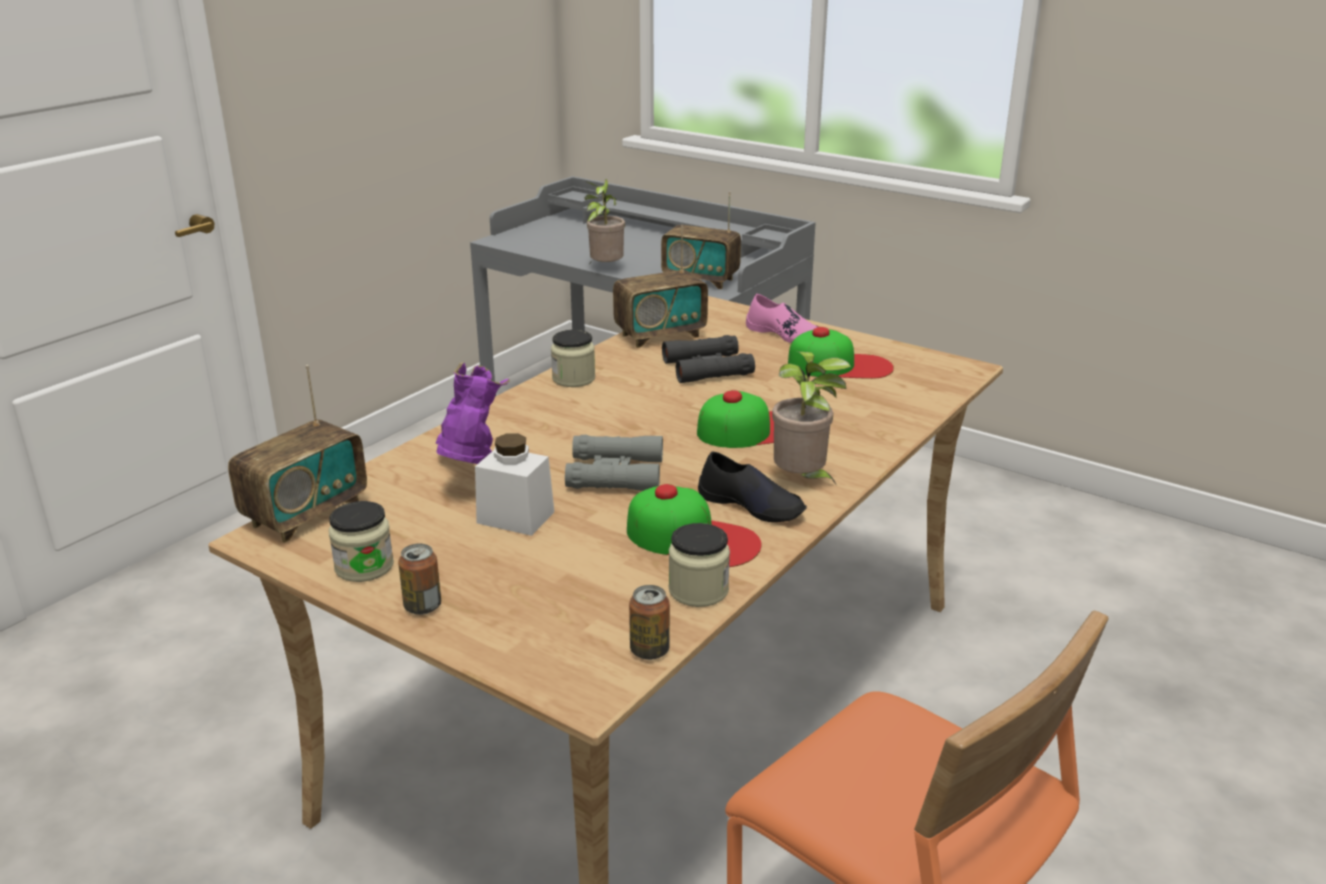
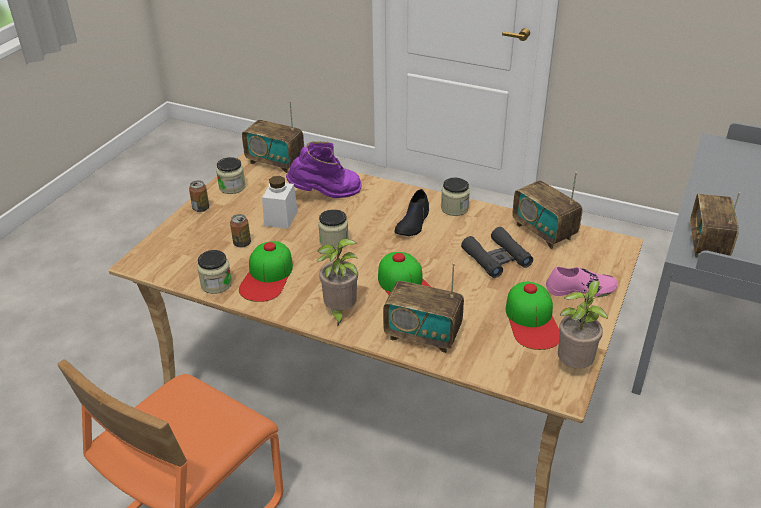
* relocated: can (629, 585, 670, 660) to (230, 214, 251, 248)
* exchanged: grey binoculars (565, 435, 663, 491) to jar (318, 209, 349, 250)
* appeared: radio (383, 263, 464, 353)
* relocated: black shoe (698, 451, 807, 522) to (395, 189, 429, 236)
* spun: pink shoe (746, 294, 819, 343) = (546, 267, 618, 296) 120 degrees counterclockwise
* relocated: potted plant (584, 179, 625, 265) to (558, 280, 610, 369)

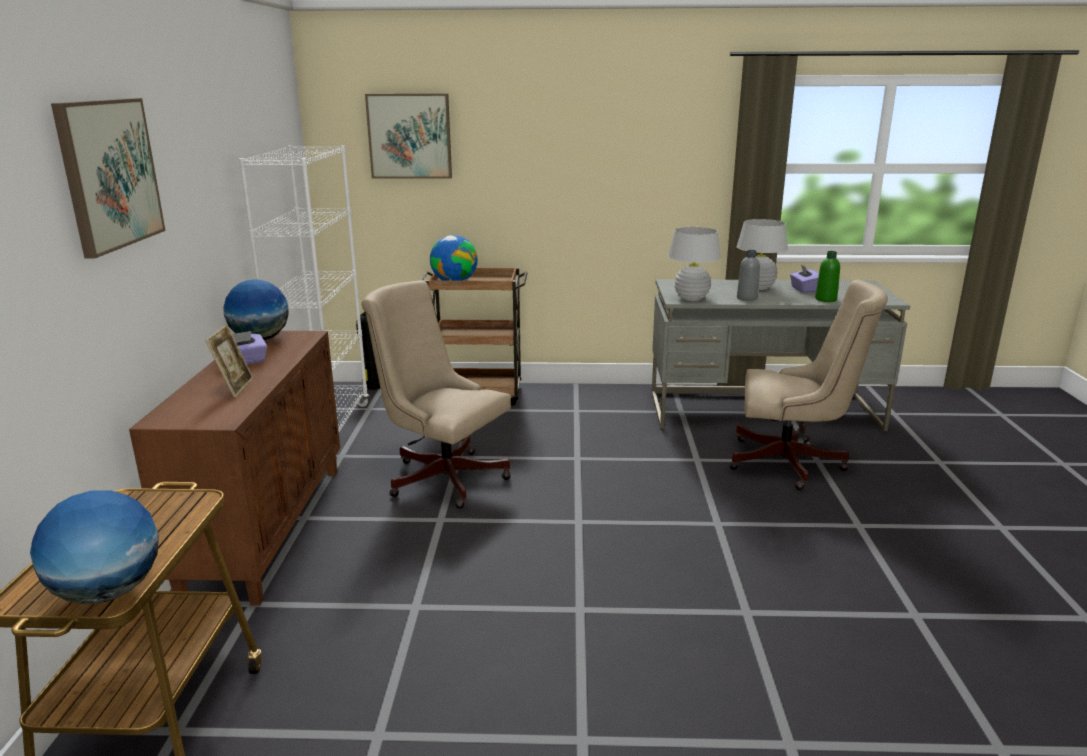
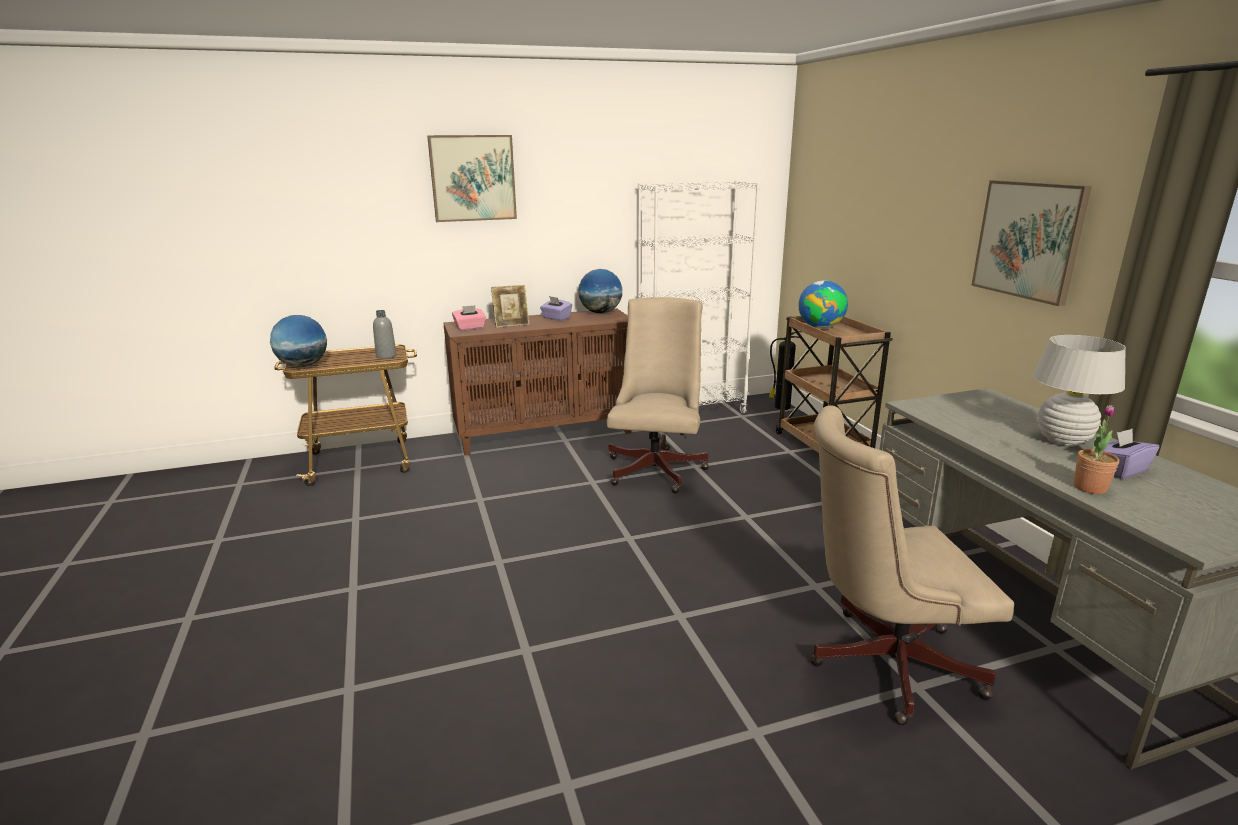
* relocated: grey bottle (737, 250, 760, 301) to (373, 310, 397, 359)
* appeared: pink tissue box (452, 305, 486, 331)
* spun: beige office chair (729, 280, 888, 490) = (810, 405, 1014, 725) 90 degrees clockwise
* relocated: picture (365, 94, 452, 178) to (971, 180, 1092, 306)
* exchanged: green bottle (815, 251, 840, 302) to potted plant (1074, 405, 1119, 494)
* missing: white table lamp (668, 227, 721, 301)

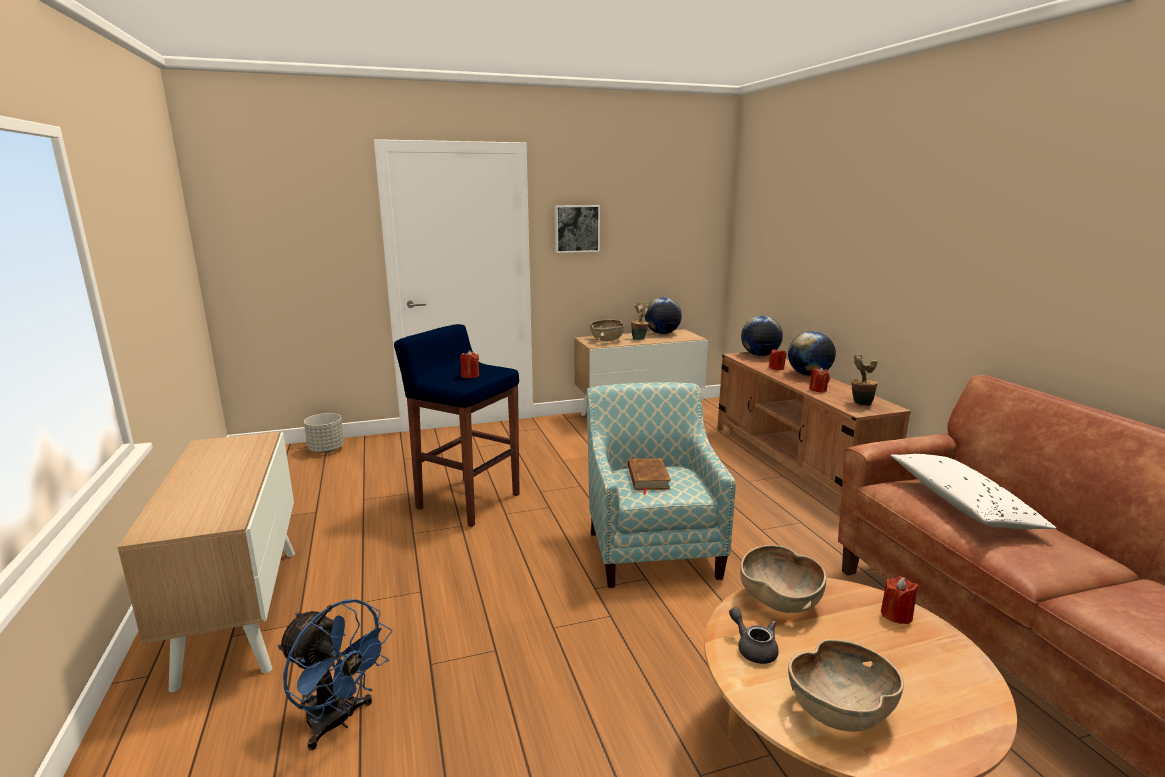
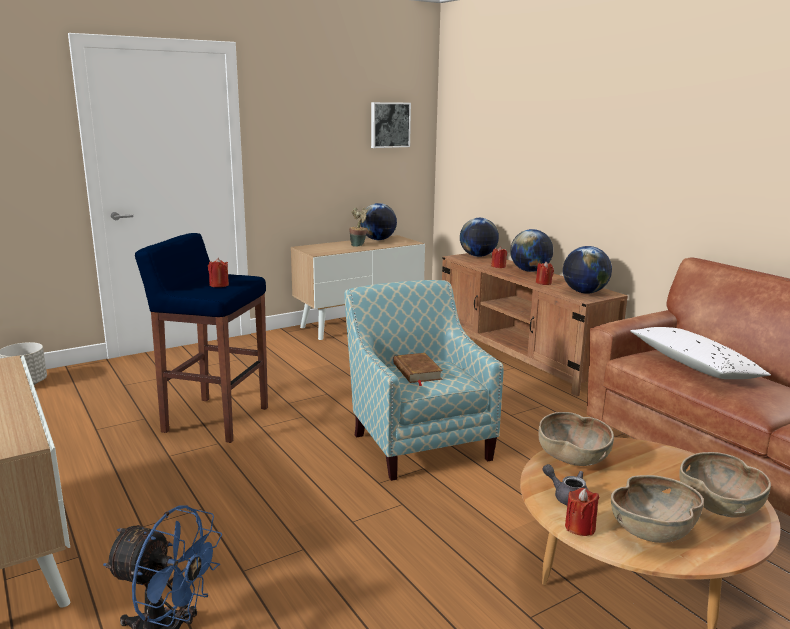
* relocated: picture (555, 205, 600, 253) to (371, 102, 411, 148)
* exchanged: potted plant (851, 354, 878, 406) to globe (563, 246, 612, 294)
* relocated: red candle (881, 577, 919, 624) to (565, 488, 600, 536)
* relocated: brown bowl (590, 320, 625, 342) to (679, 452, 771, 518)

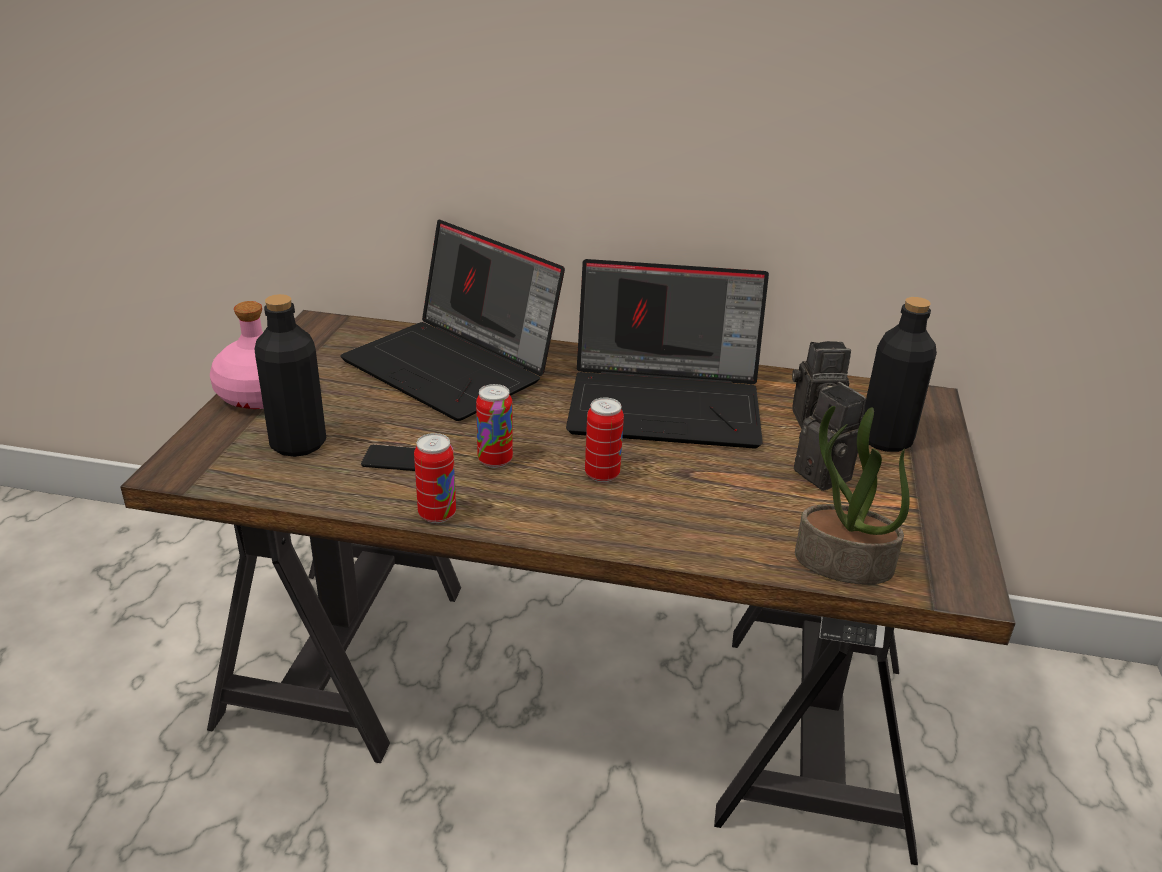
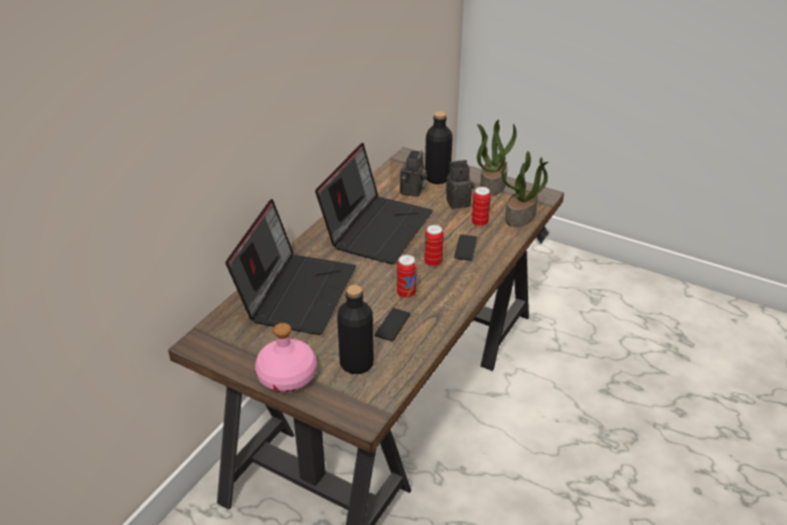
* spun: laptop (340, 220, 565, 421) = (225, 199, 356, 335) 45 degrees counterclockwise
* appeared: phone (454, 234, 478, 261)
* relocated: can (414, 433, 456, 523) to (472, 187, 491, 227)
* appeared: potted plant (477, 120, 517, 196)

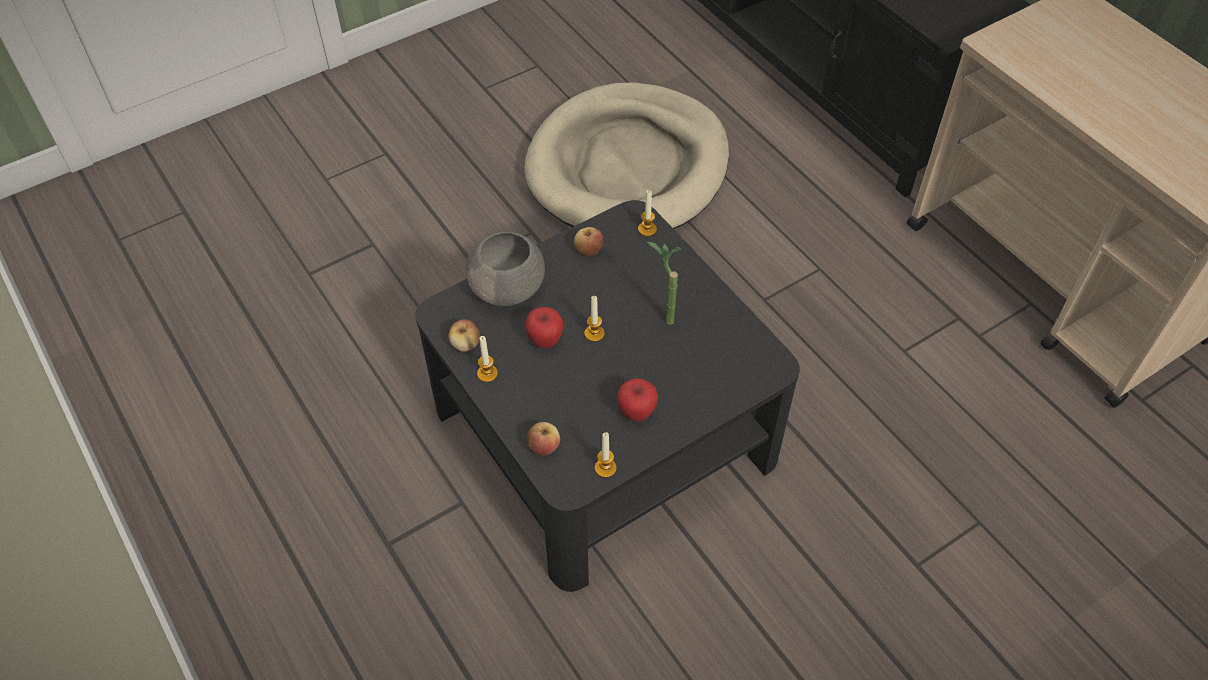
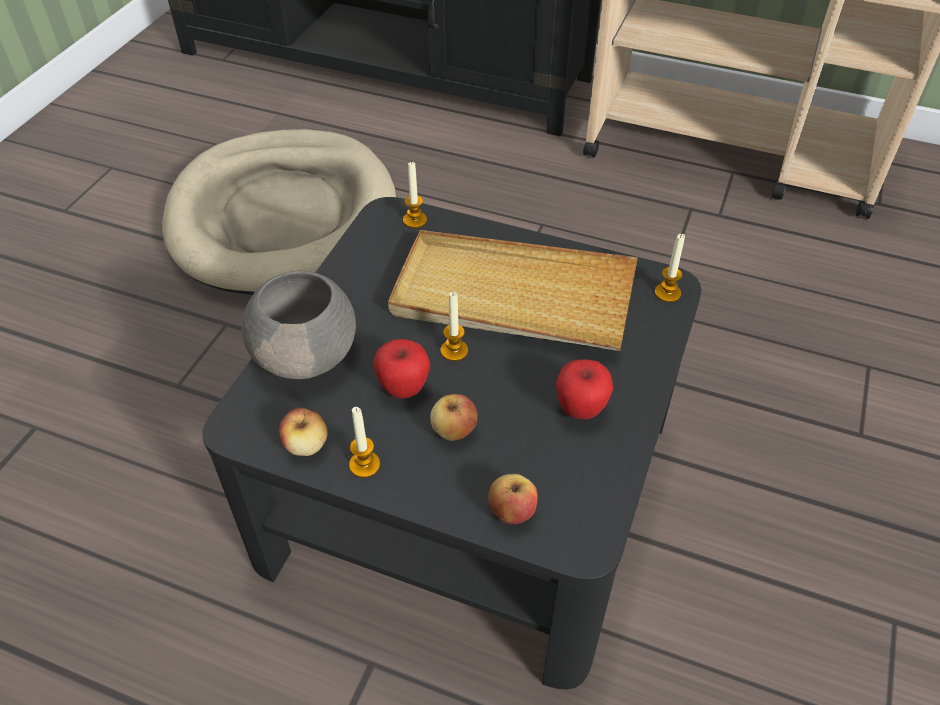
* exchanged: potted plant (647, 242, 681, 325) to beige tray (388, 230, 638, 351)
* relocated: apple (574, 227, 604, 256) to (430, 394, 477, 441)
* relocated: candle (595, 432, 617, 478) to (655, 234, 685, 302)

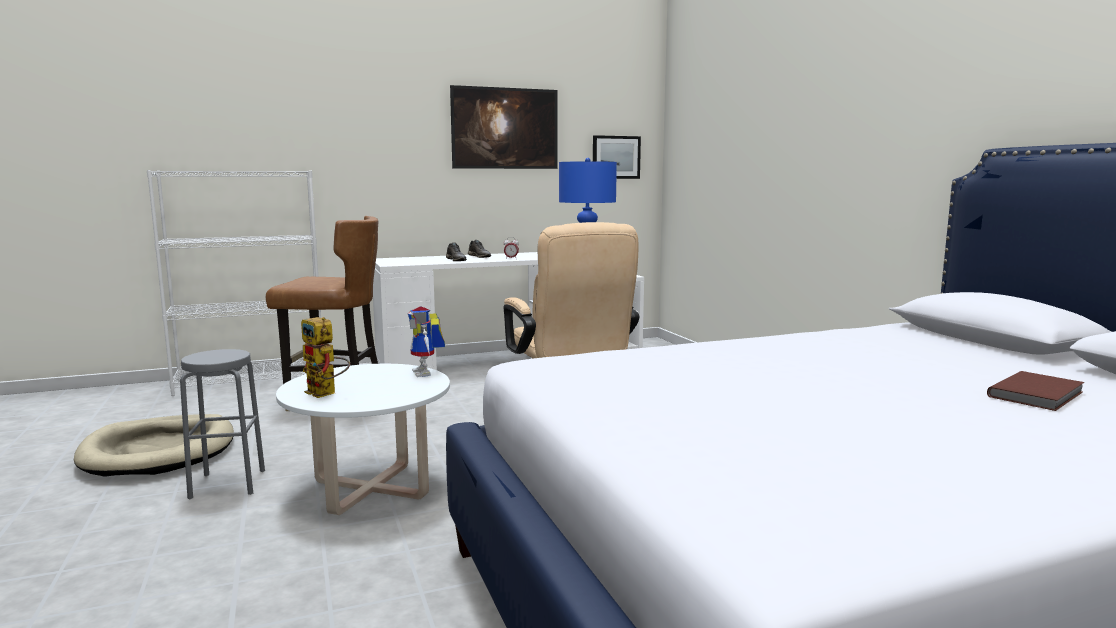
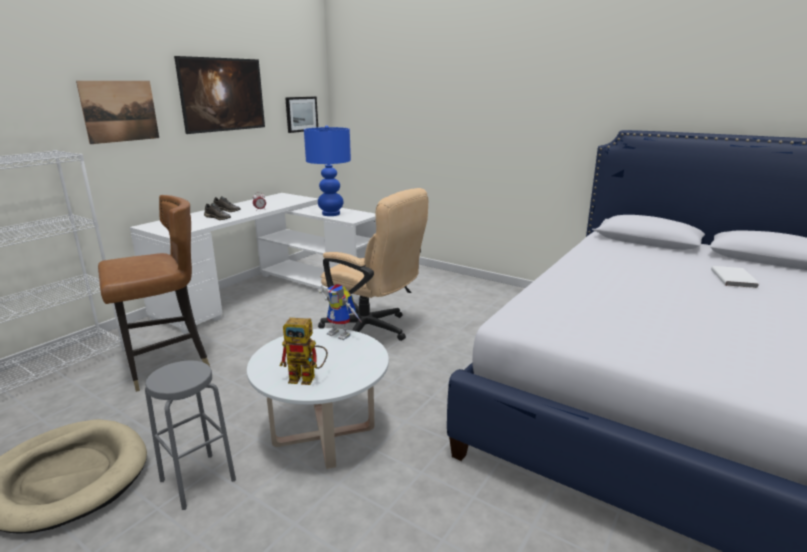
* appeared: picture (76, 81, 159, 144)
* colour: brown book (987, 371, 1085, 411) to white book (711, 266, 760, 289)

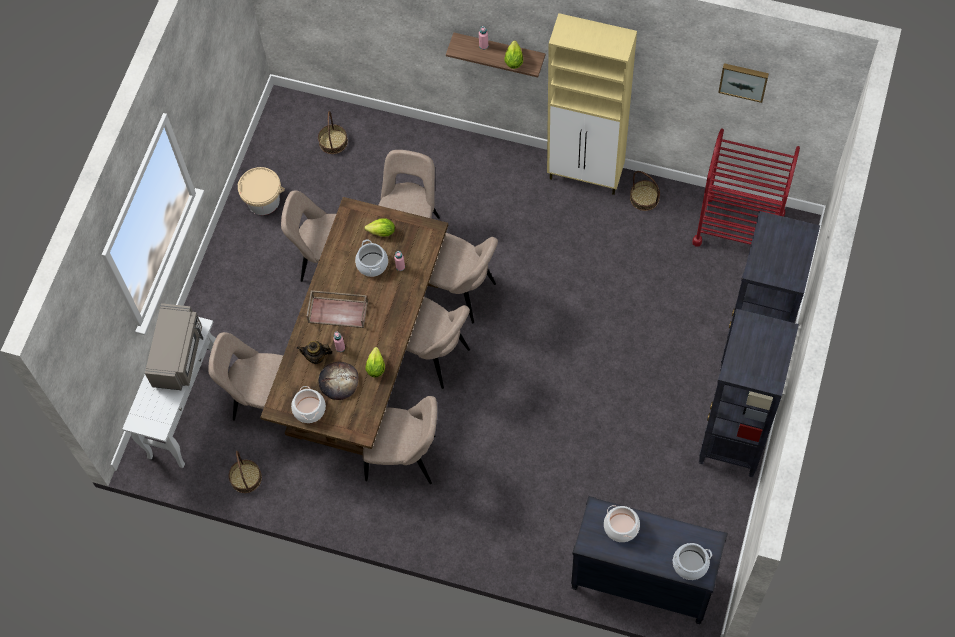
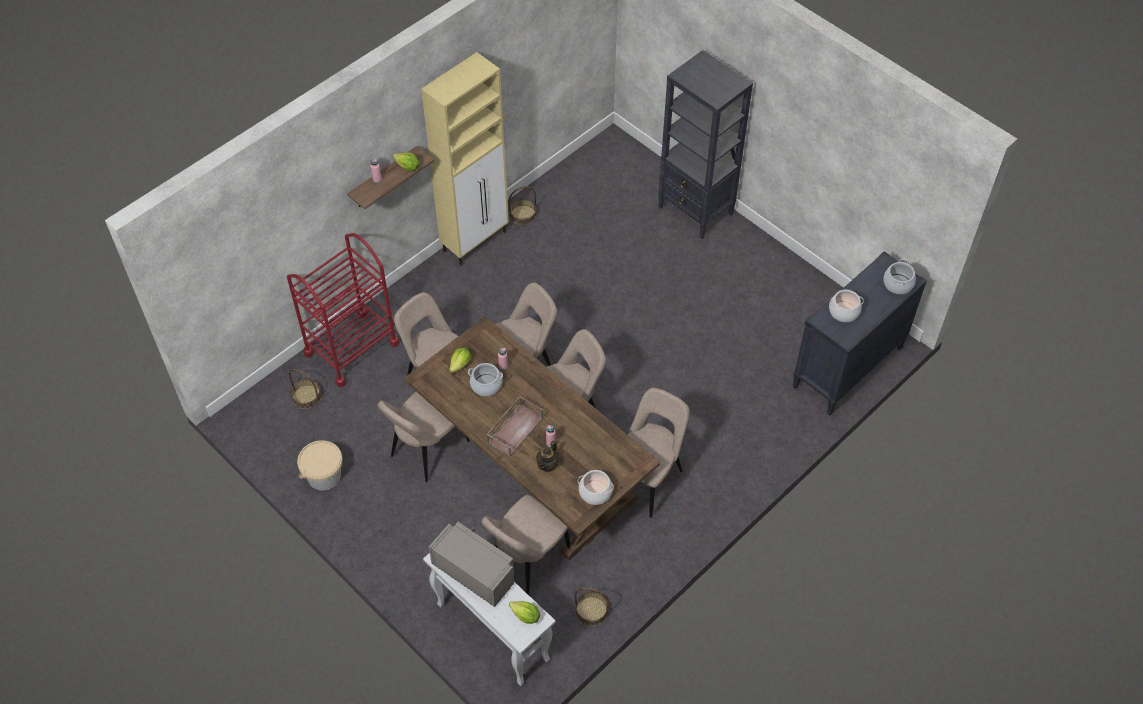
* relocated: red cart (692, 128, 800, 246) to (287, 233, 400, 388)
* relocated: lettuce (365, 347, 385, 377) to (509, 601, 540, 624)
* missing: bread (319, 362, 358, 400)
* missing: black bookcase (699, 309, 799, 477)
* missing: picture (718, 63, 769, 103)

